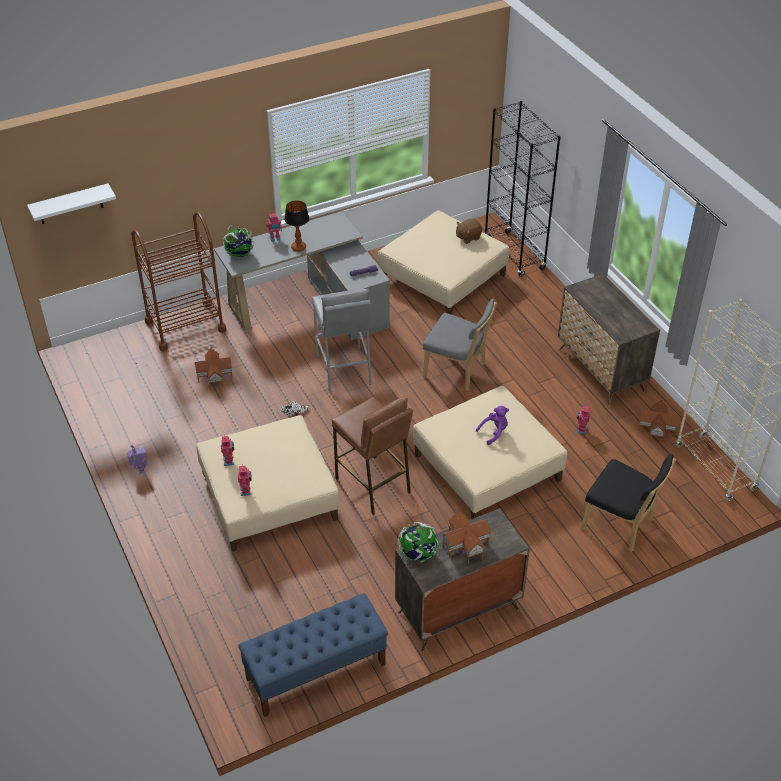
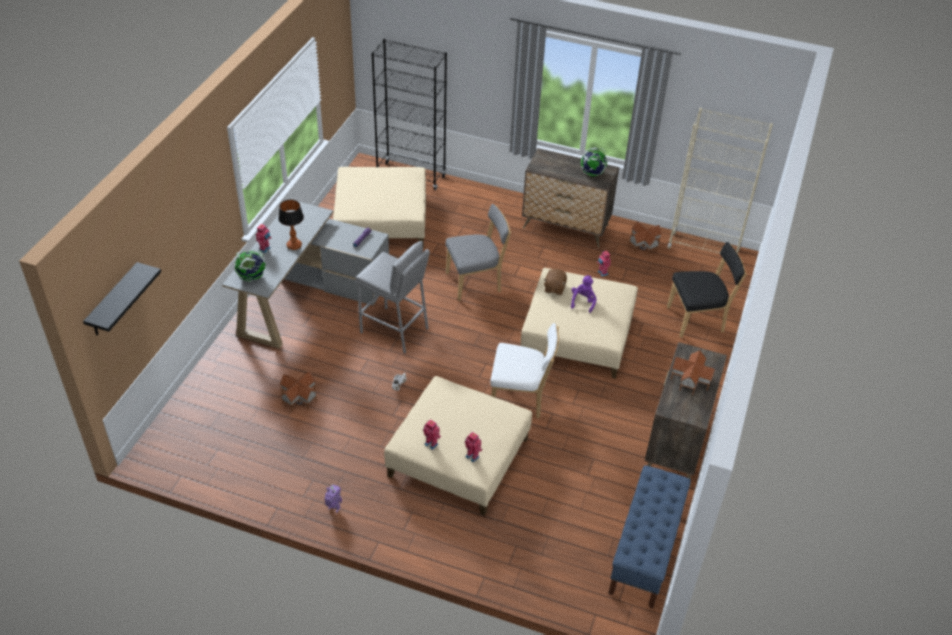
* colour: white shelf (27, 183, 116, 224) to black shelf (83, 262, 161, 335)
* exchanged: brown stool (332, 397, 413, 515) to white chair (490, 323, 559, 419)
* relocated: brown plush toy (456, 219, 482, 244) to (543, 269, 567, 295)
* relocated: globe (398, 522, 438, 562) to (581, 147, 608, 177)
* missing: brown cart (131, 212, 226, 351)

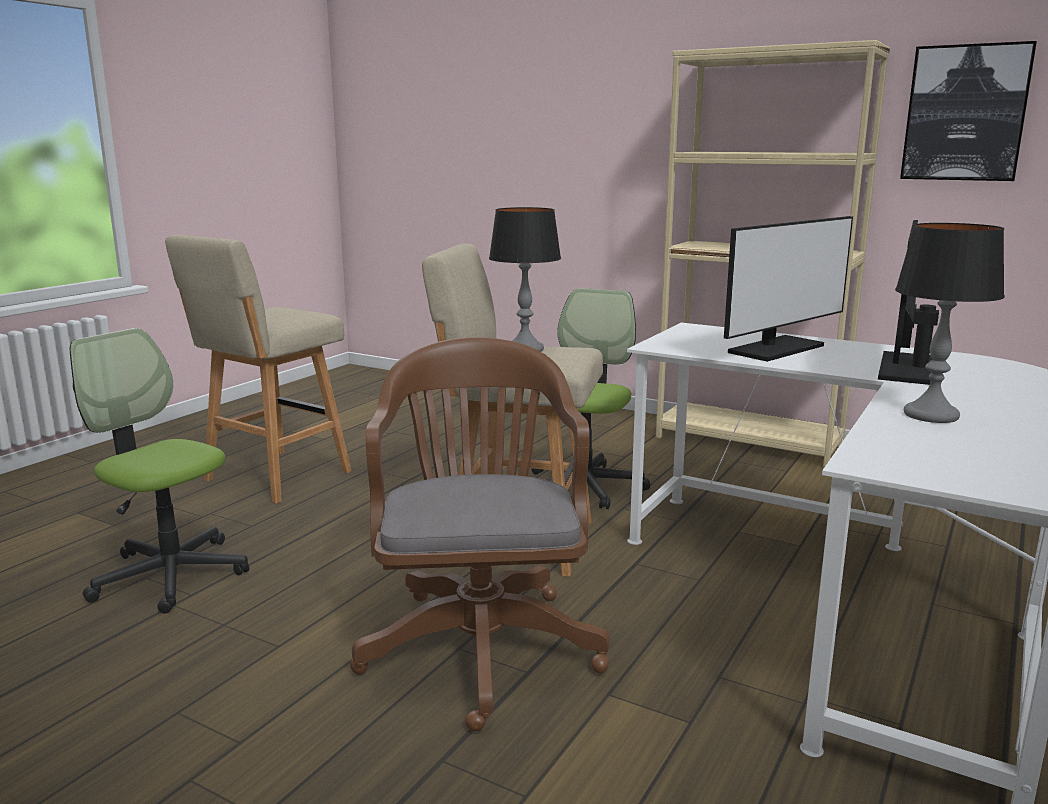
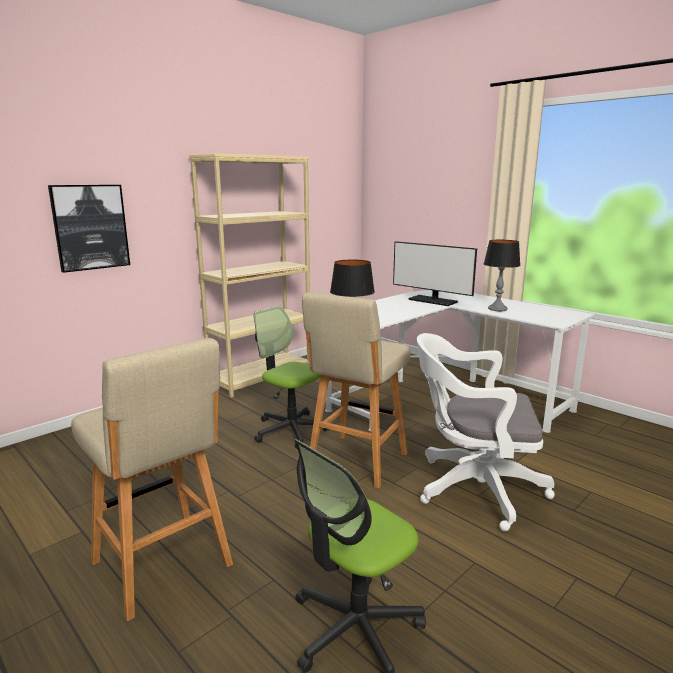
* relocated: picture (900, 41, 1037, 181) to (48, 185, 130, 273)
* colour: brown office chair (350, 337, 610, 732) to white office chair (417, 333, 555, 532)
* missing: monitor (724, 216, 853, 362)

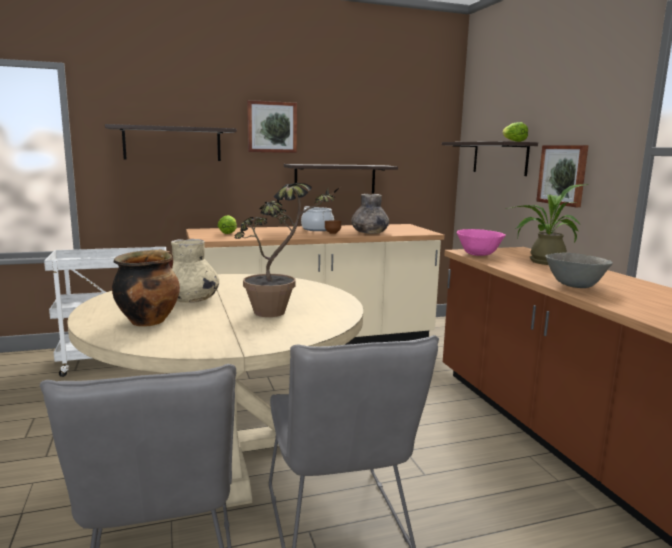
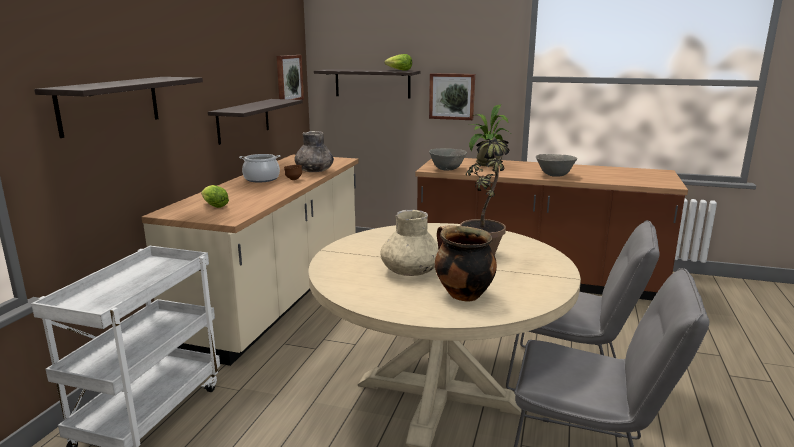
* relocated: picture (247, 100, 297, 153) to (277, 55, 304, 100)
* colour: pink bowl (457, 229, 506, 256) to grey bowl (429, 148, 467, 171)

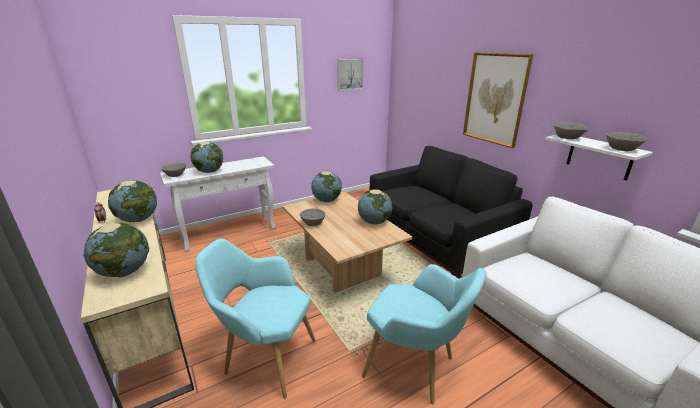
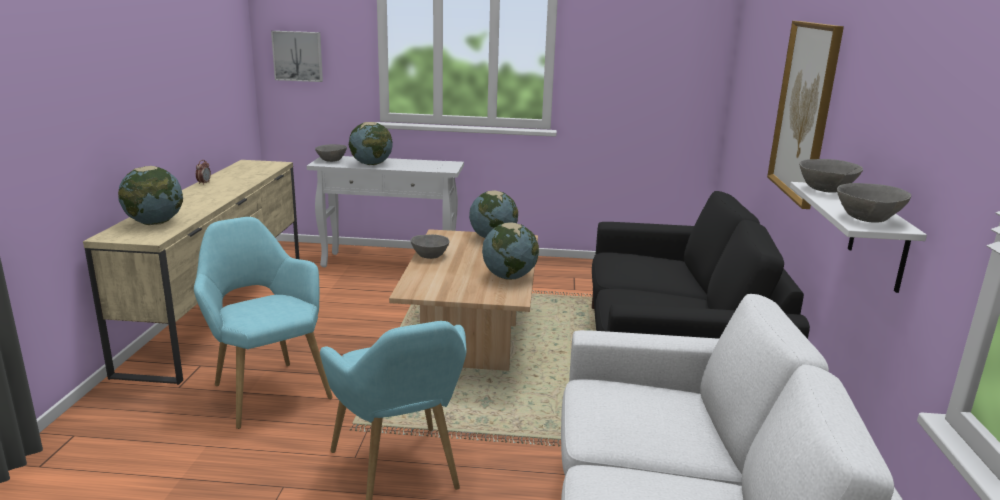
* relocated: picture (337, 59, 364, 90) to (271, 31, 323, 82)
* missing: globe (108, 180, 157, 222)

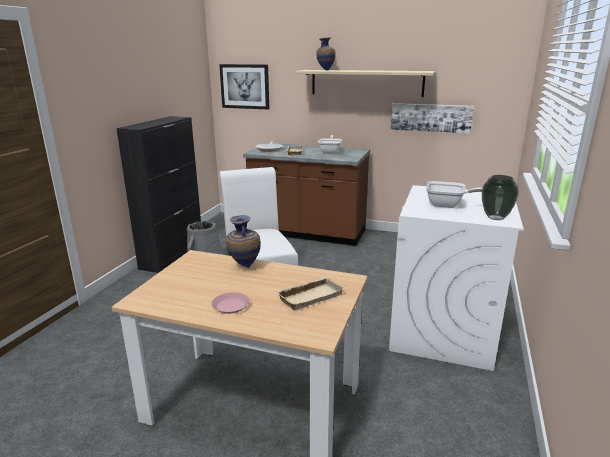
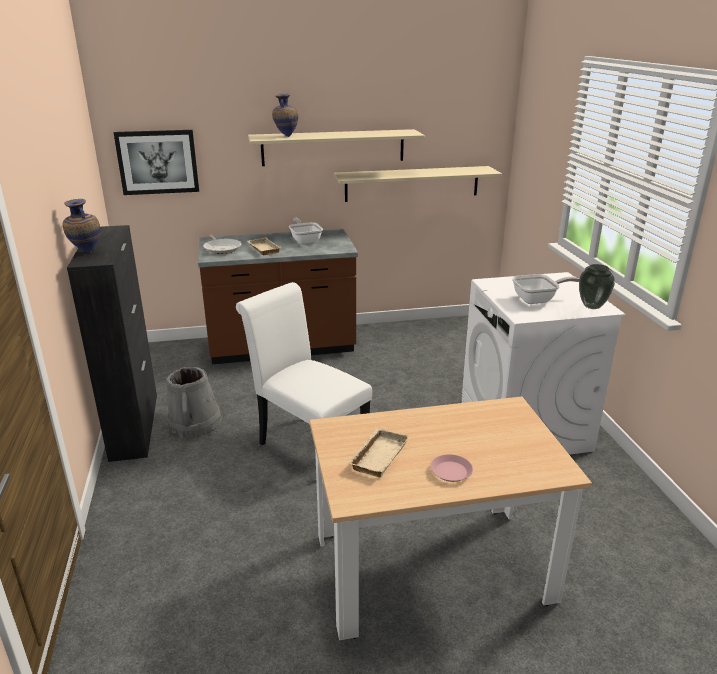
* relocated: vase (226, 215, 261, 268) to (63, 199, 100, 252)
* exchanged: picture (390, 103, 474, 134) to beige shelf (334, 166, 502, 202)
* relocated: beige tray (277, 277, 344, 310) to (349, 428, 409, 477)

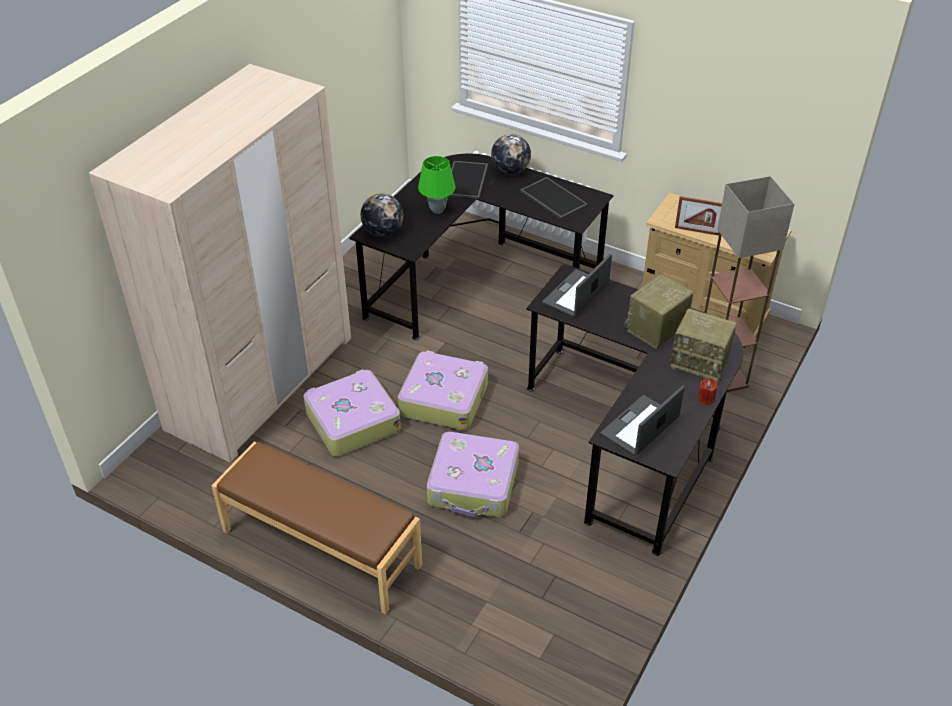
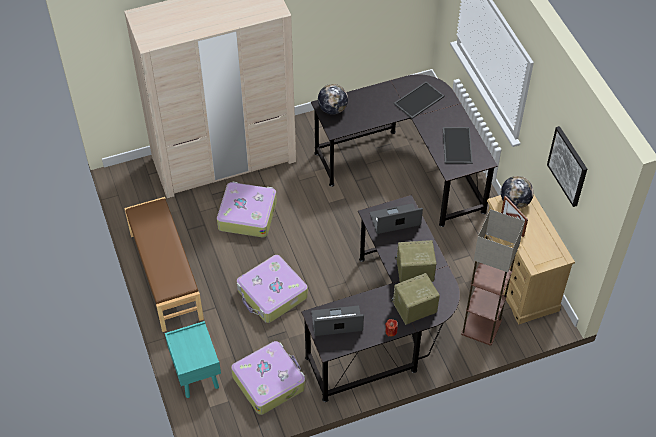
* appeared: turquoise nightstand (165, 321, 221, 398)
* relocated: suitcase (398, 351, 488, 430) to (231, 341, 305, 415)
* spun: radio (670, 308, 737, 383) = (391, 273, 440, 325) 90 degrees clockwise
* relocated: globe (491, 134, 531, 175) to (501, 176, 534, 209)
* appeared: picture (547, 126, 587, 207)
* missing: green table lamp (418, 156, 456, 214)

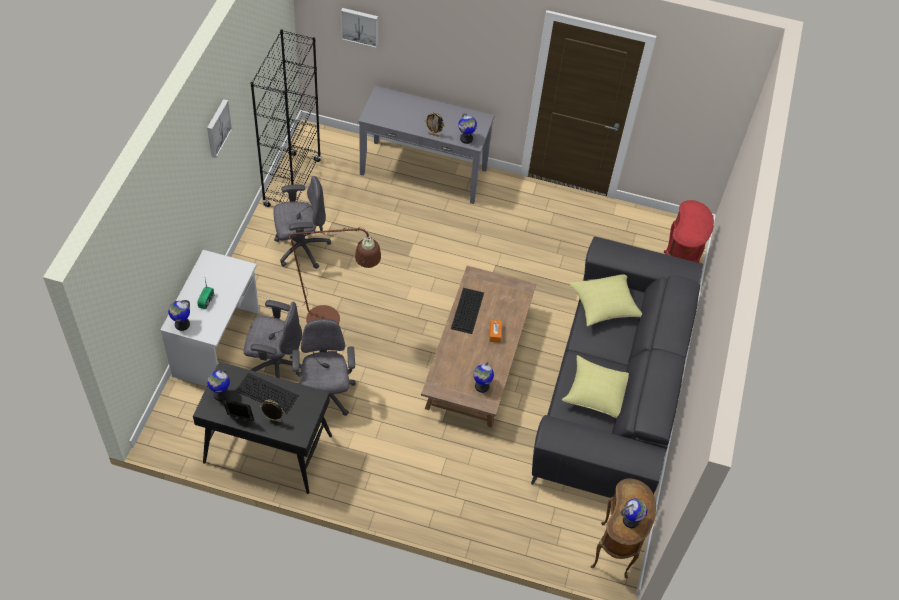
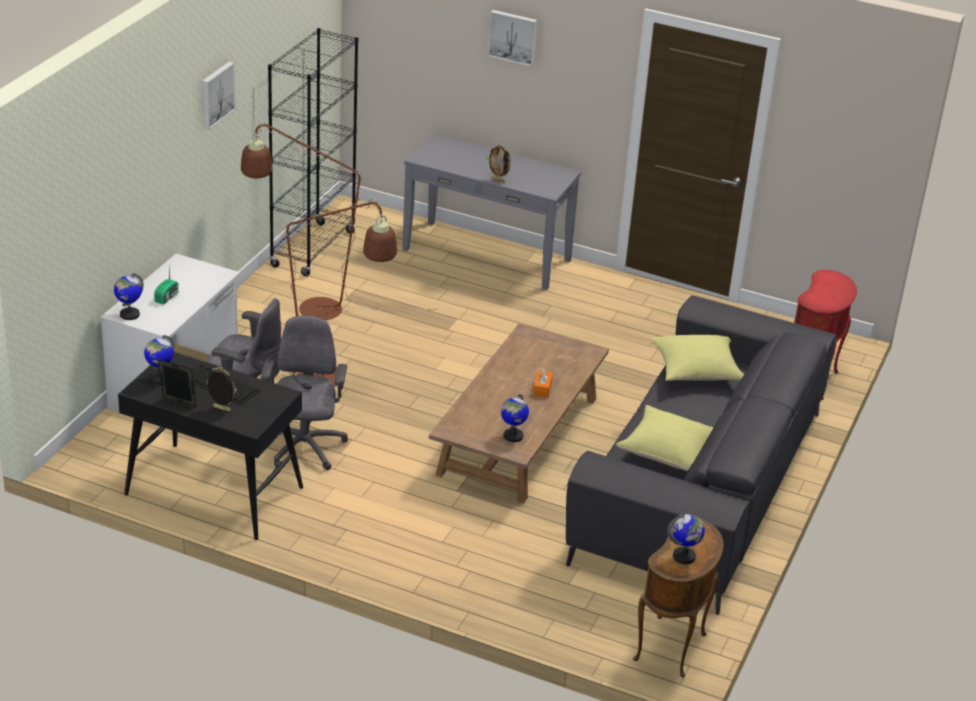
* exchanged: grey office chair (273, 176, 331, 269) to brown floor lamp (241, 123, 391, 320)
* relocated: picture (341, 8, 378, 48) to (488, 10, 537, 67)
* missing: keyboard (451, 288, 484, 334)
* missing: globe (458, 113, 477, 144)

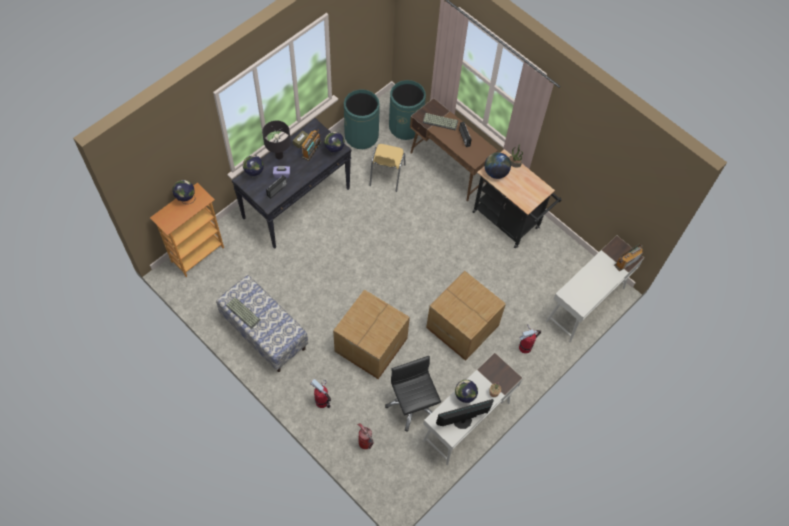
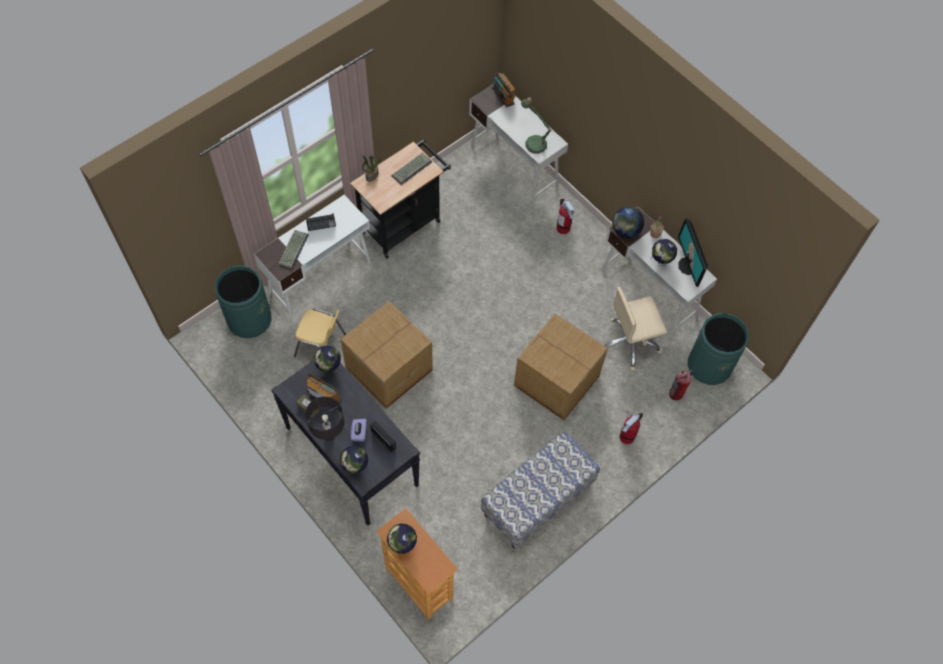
* colour: brown desk (410, 98, 498, 201) to white desk (254, 195, 371, 318)
* relocated: cardboard box (426, 271, 506, 361) to (340, 301, 433, 409)
* relocated: keyboard (226, 297, 261, 329) to (391, 152, 432, 185)
* appeared: table lamp (521, 97, 551, 154)
* colour: black office chair (385, 356, 441, 432) to beige office chair (605, 287, 667, 370)
* relocated: globe (485, 152, 511, 179) to (612, 207, 644, 238)
* relocated: green trash can (344, 89, 380, 149) to (688, 313, 749, 385)

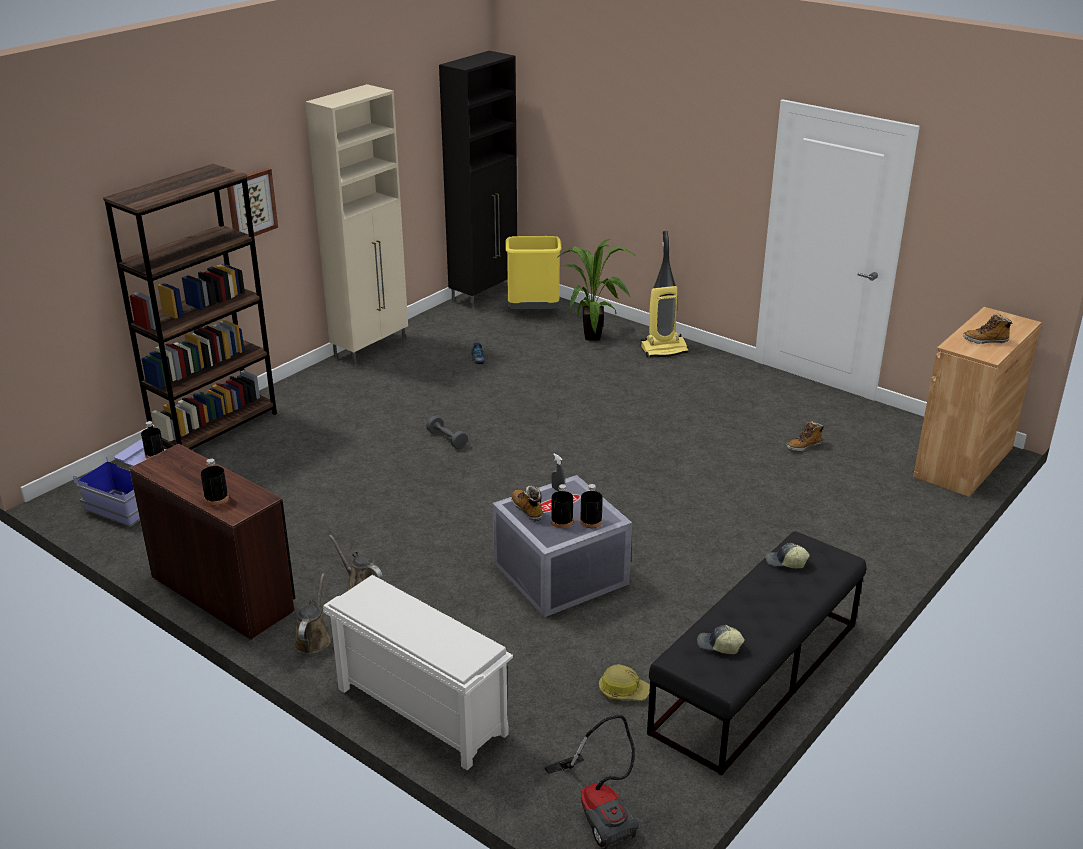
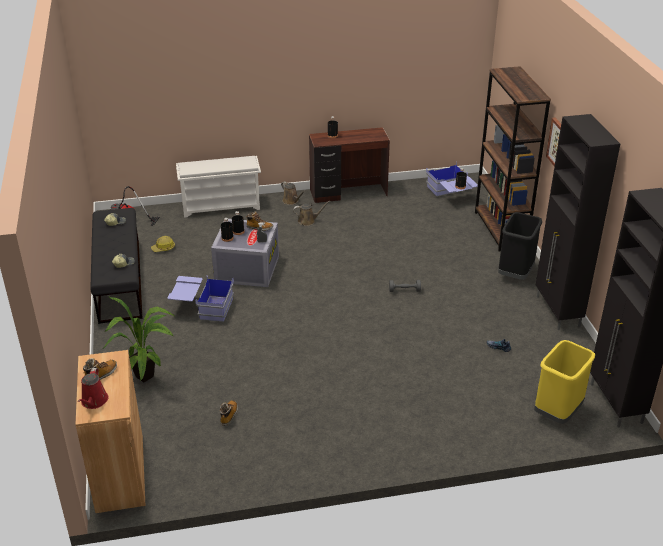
* appeared: red watering can (78, 368, 109, 409)
* relocated: potted plant (557, 239, 635, 340) to (103, 296, 174, 383)
* appeared: blue storage box (167, 275, 234, 322)
* appeared: black trash can (498, 212, 542, 280)
* colour: beige cabinet (305, 84, 408, 366) to black cabinet (536, 114, 620, 330)
* missing: vacuum cleaner (641, 231, 689, 357)

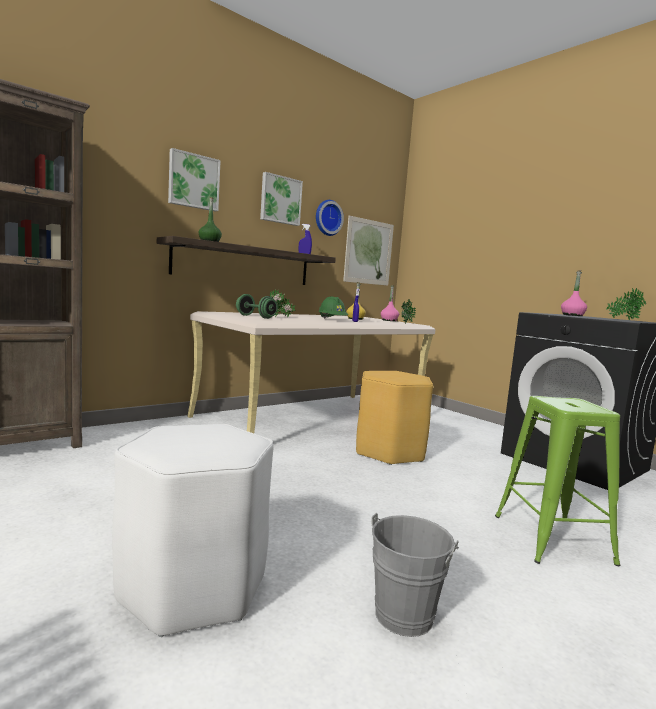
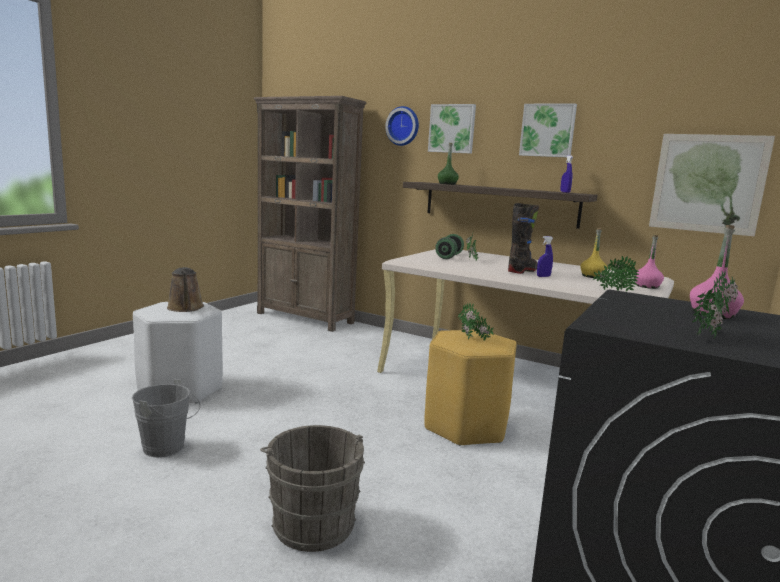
* appeared: brown watering can (167, 267, 204, 312)
* exchanged: green stool (495, 396, 620, 566) to grey bucket (260, 425, 365, 552)
* relocated: wall clock (316, 200, 344, 236) to (385, 106, 419, 146)
* appeared: potted plant (458, 302, 494, 341)
* exchanged: green hard hat (318, 297, 348, 319) to black boot (508, 203, 539, 274)

